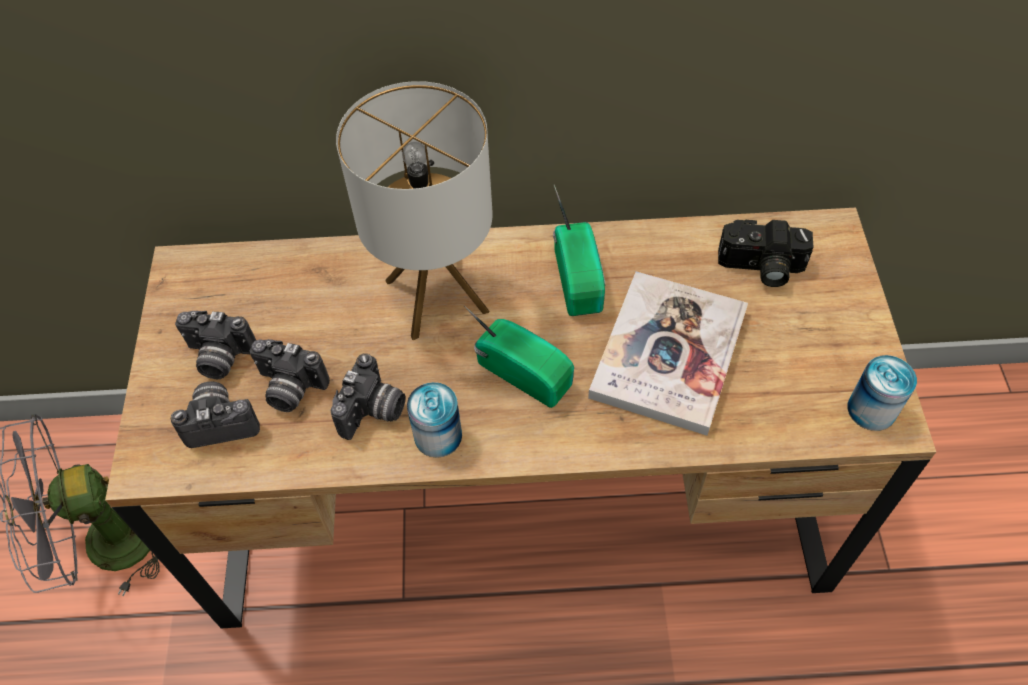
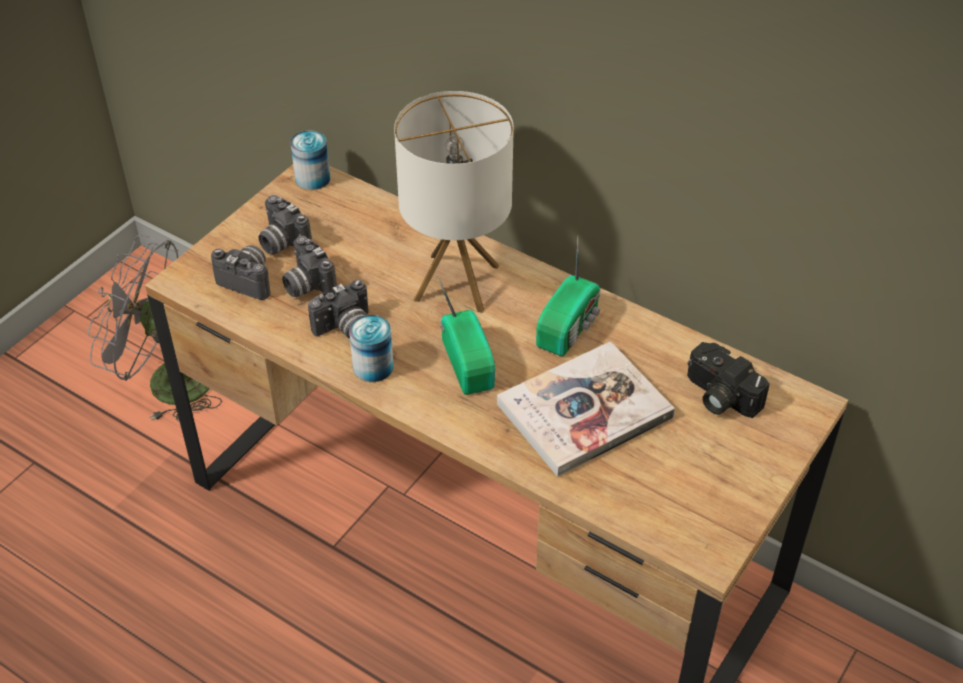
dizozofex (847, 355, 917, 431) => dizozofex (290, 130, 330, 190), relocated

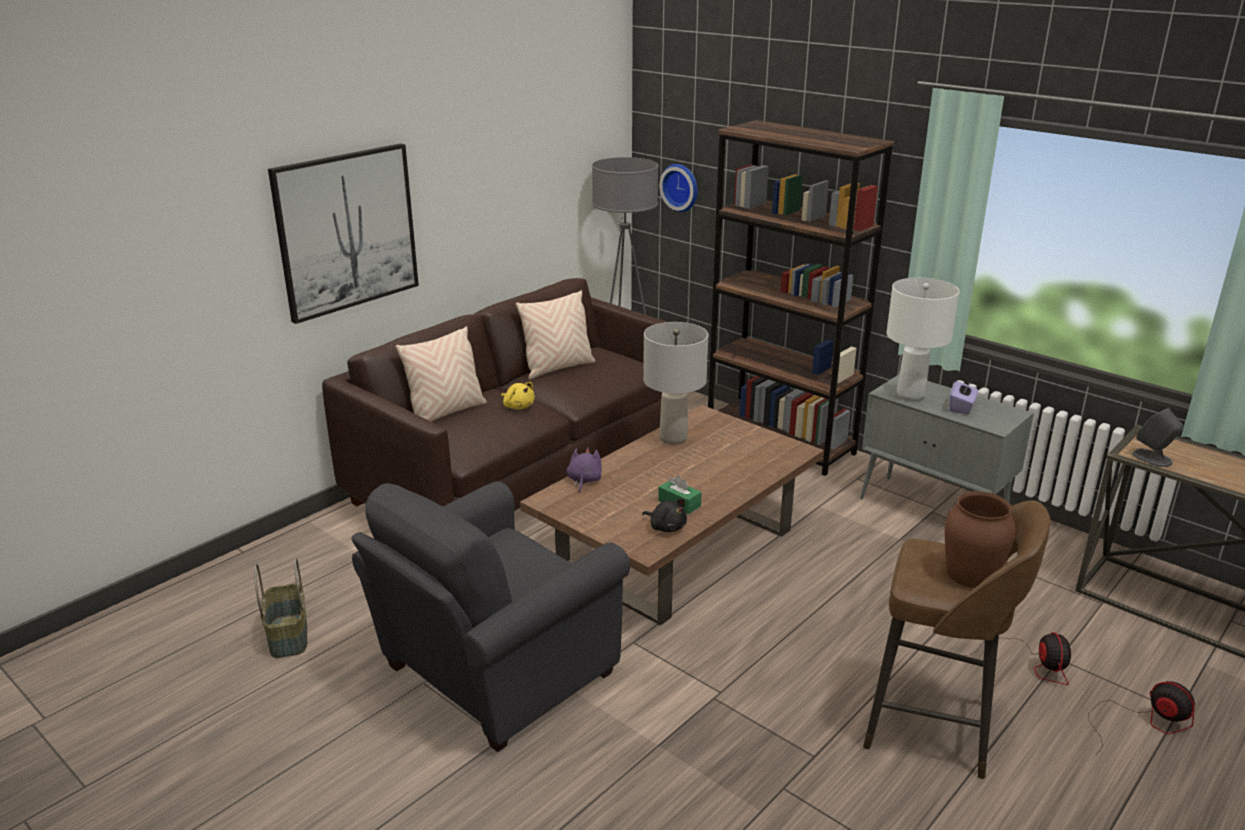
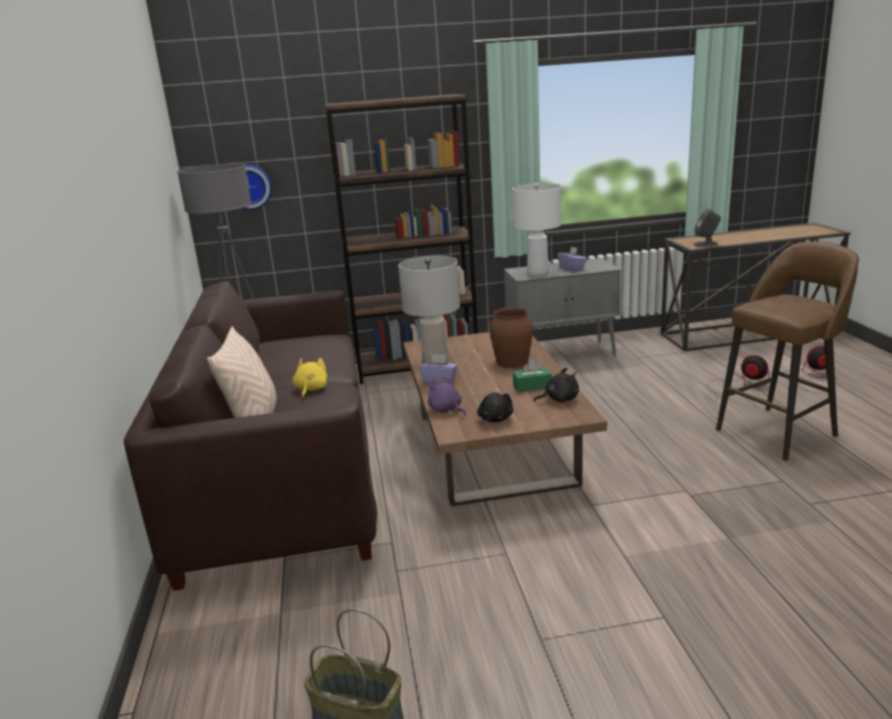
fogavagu (268, 143, 419, 324) => nothing
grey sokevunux (351, 481, 630, 752) => nothing
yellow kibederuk (501, 382, 535, 409) => yellow kibederuk (293, 357, 327, 398), 75 degrees counterclockwise
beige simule (516, 290, 595, 379) => nothing
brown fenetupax (945, 491, 1016, 588) => brown fenetupax (490, 307, 533, 368), relocated
nothing => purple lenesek (419, 354, 458, 384)
nothing => black kibederuk (477, 393, 513, 422)

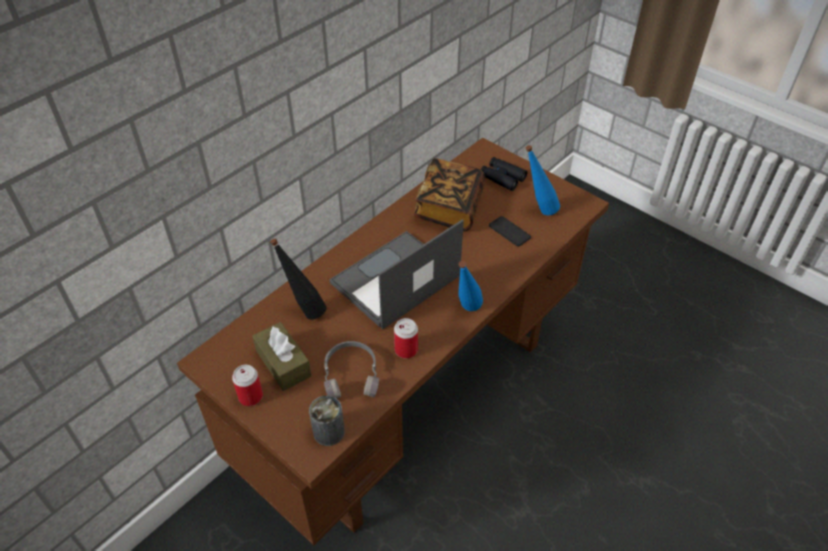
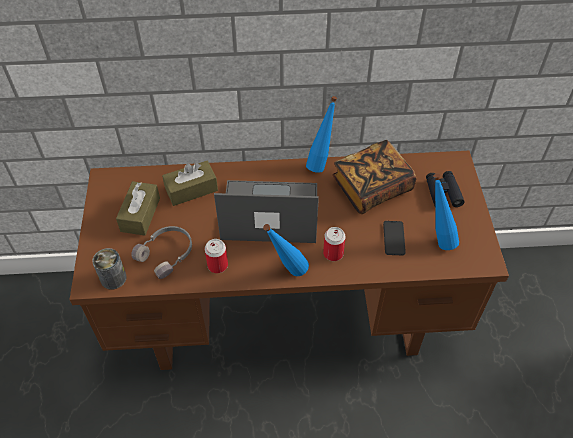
dizozofex (232, 365, 263, 406) => dizozofex (323, 227, 346, 261), relocated
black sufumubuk (270, 238, 327, 320) => brown lenesek (162, 161, 218, 206)
nothing => blue sufumubuk (306, 96, 337, 173)

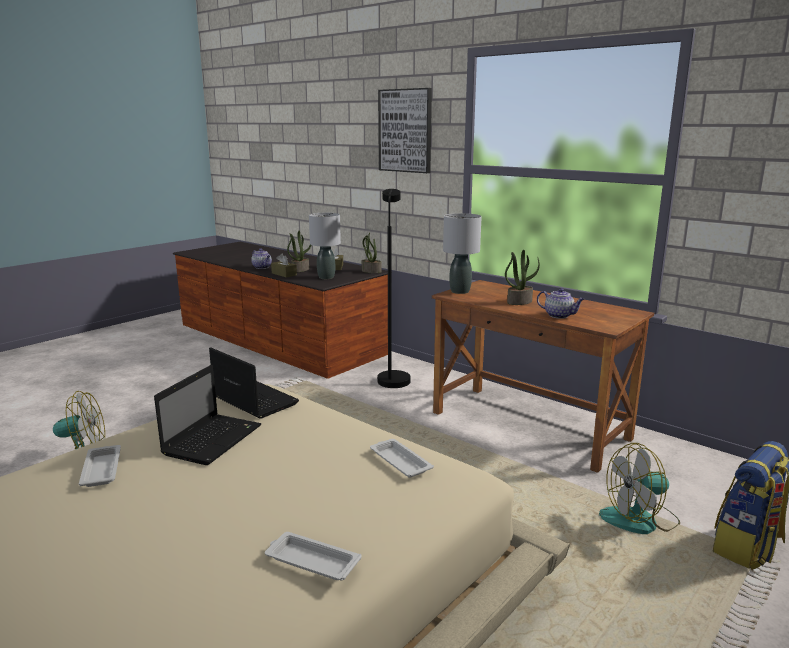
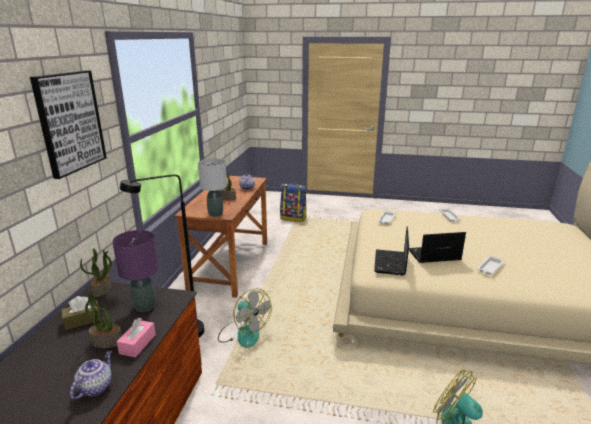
brown lenesek (271, 254, 297, 278) => pink lenesek (117, 318, 156, 358)
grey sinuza (309, 213, 341, 279) => purple sinuza (112, 230, 159, 312)
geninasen (599, 443, 680, 534) => geninasen (218, 288, 272, 348), relocated

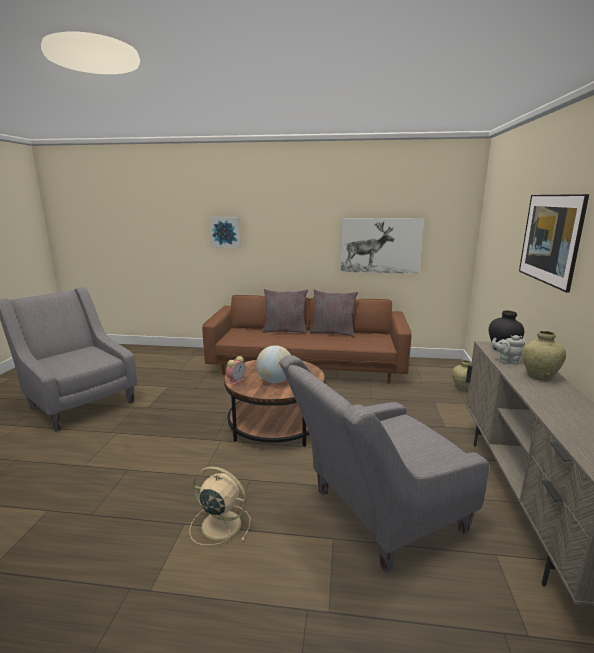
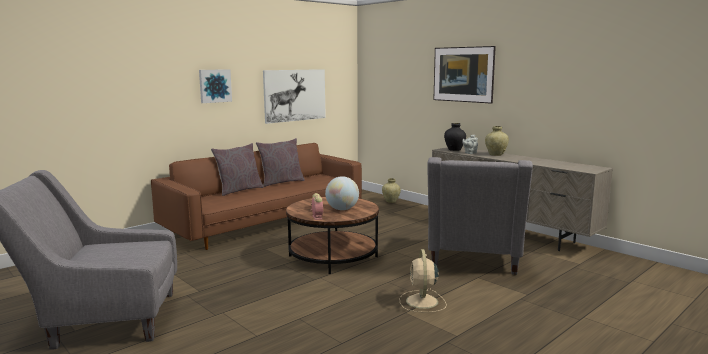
beige geninasen (190, 466, 251, 546) => beige geninasen (399, 249, 447, 313), 60 degrees counterclockwise
fogavagu (210, 217, 241, 248) => fogavagu (199, 69, 232, 103), relocated

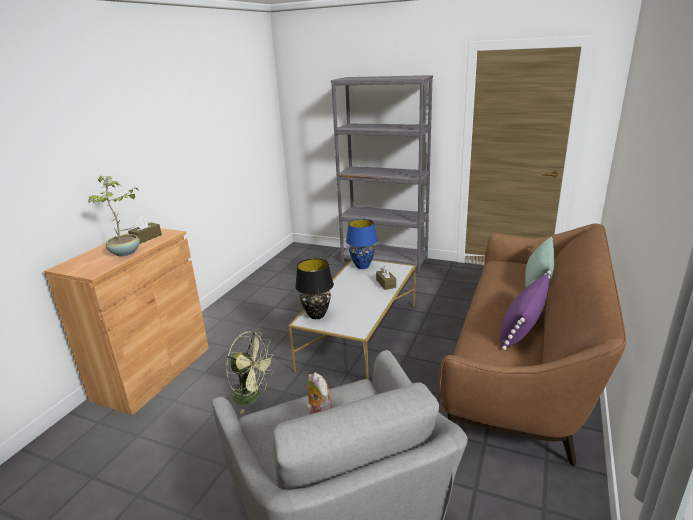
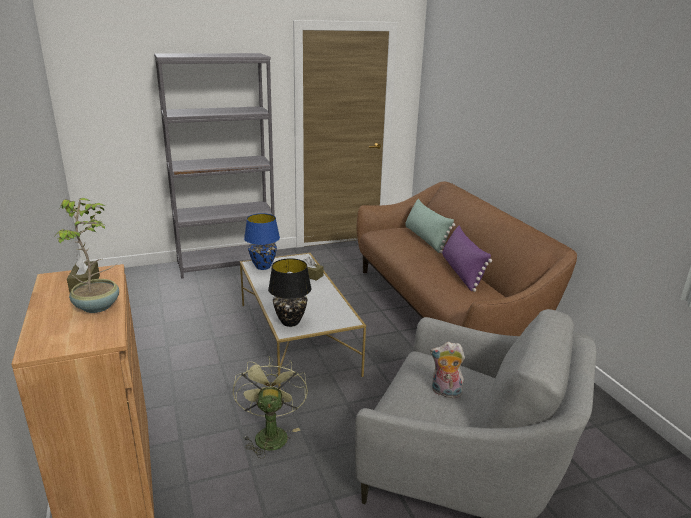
green geninasen (226, 331, 275, 414) => green geninasen (233, 357, 308, 458), 75 degrees counterclockwise

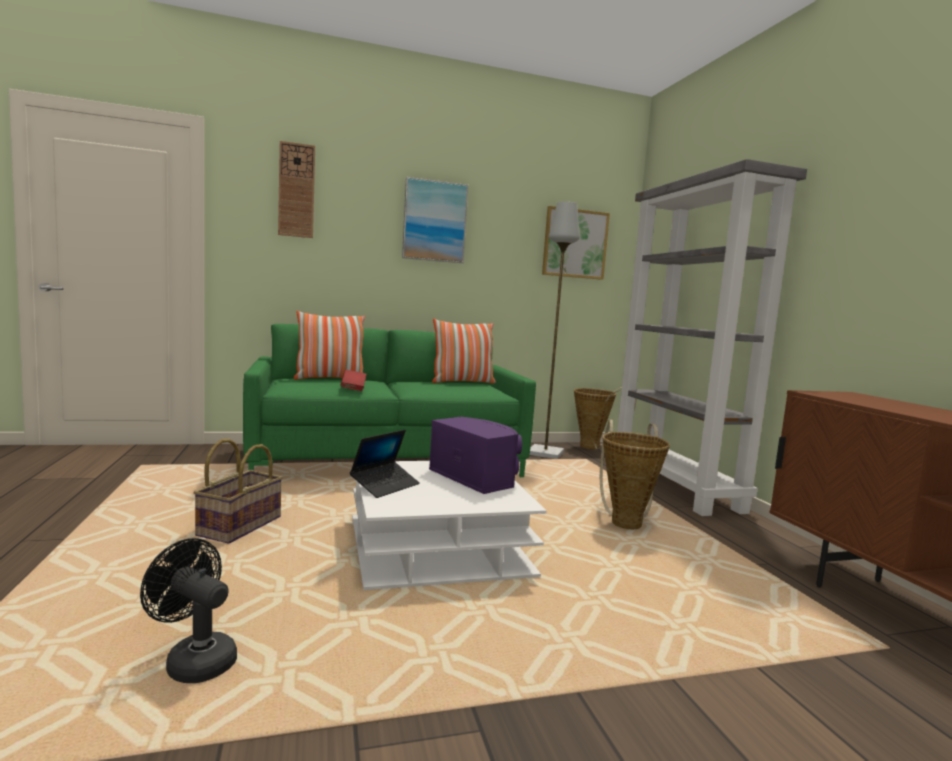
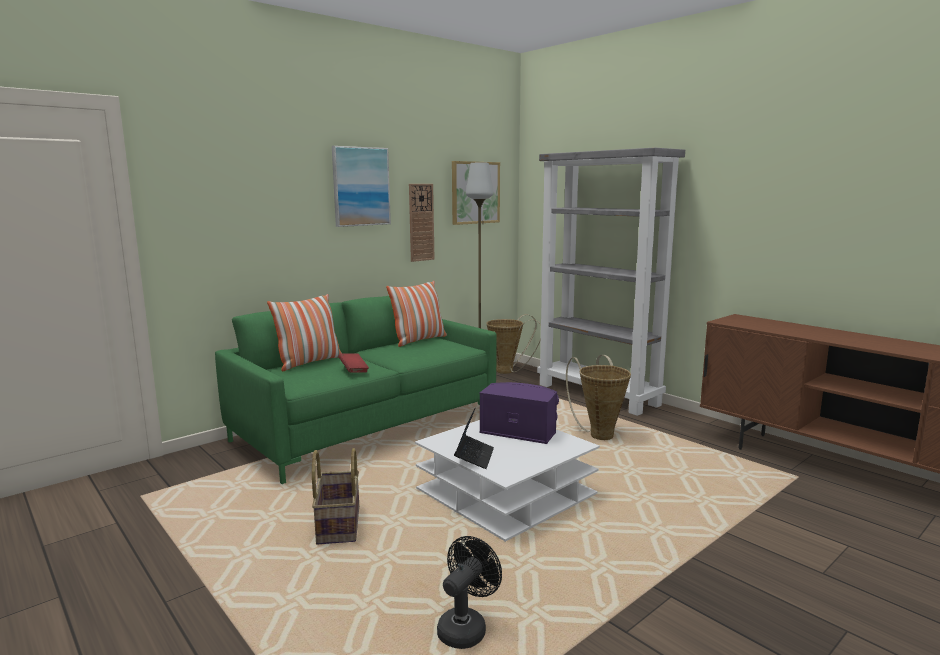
black geninasen (140, 538, 237, 683) => black geninasen (437, 536, 502, 649), 120 degrees clockwise
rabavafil (278, 141, 315, 238) => rabavafil (409, 184, 434, 262), relocated

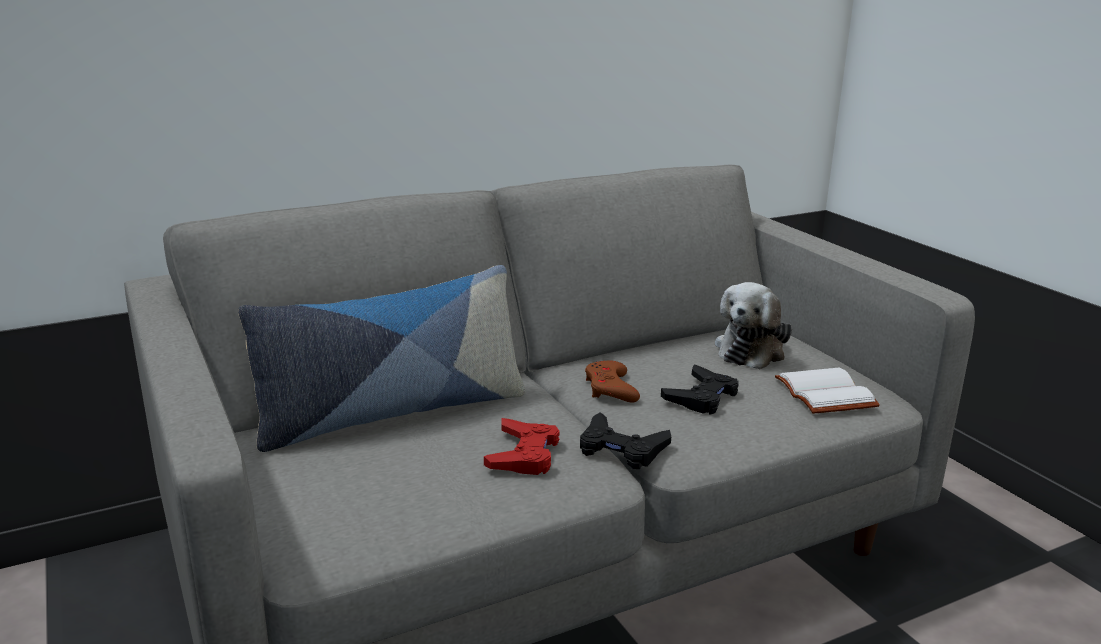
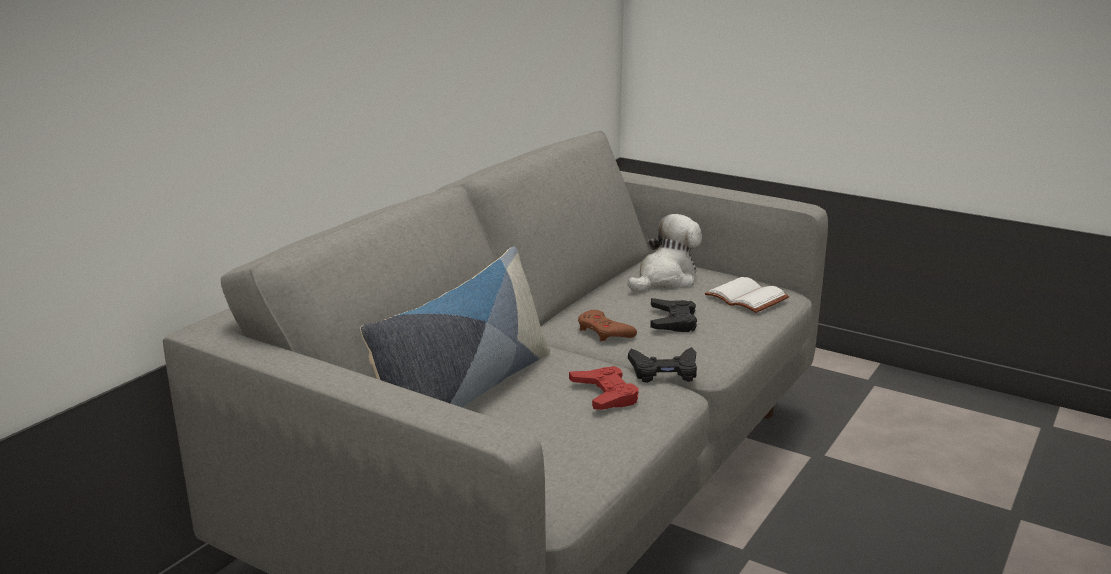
kibederuk (715, 282, 792, 369) => kibederuk (628, 214, 702, 291), 135 degrees counterclockwise

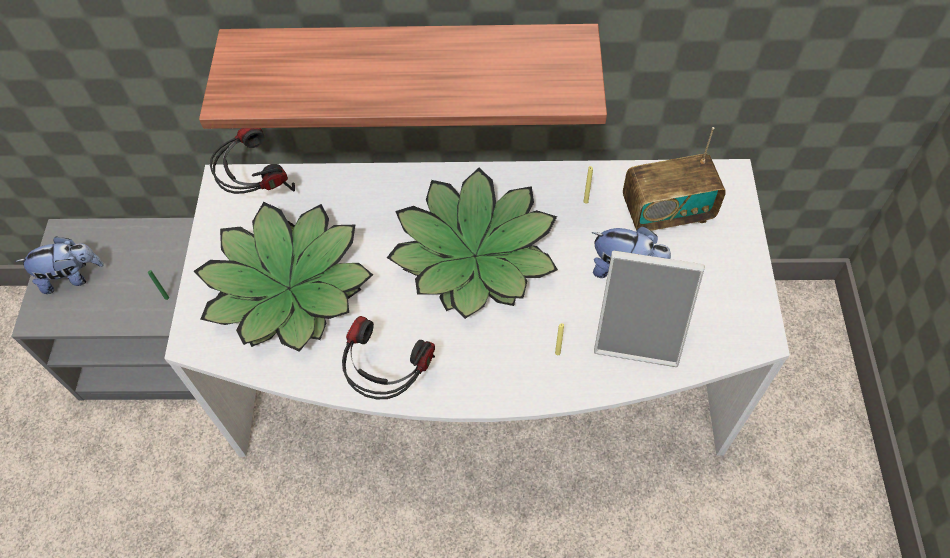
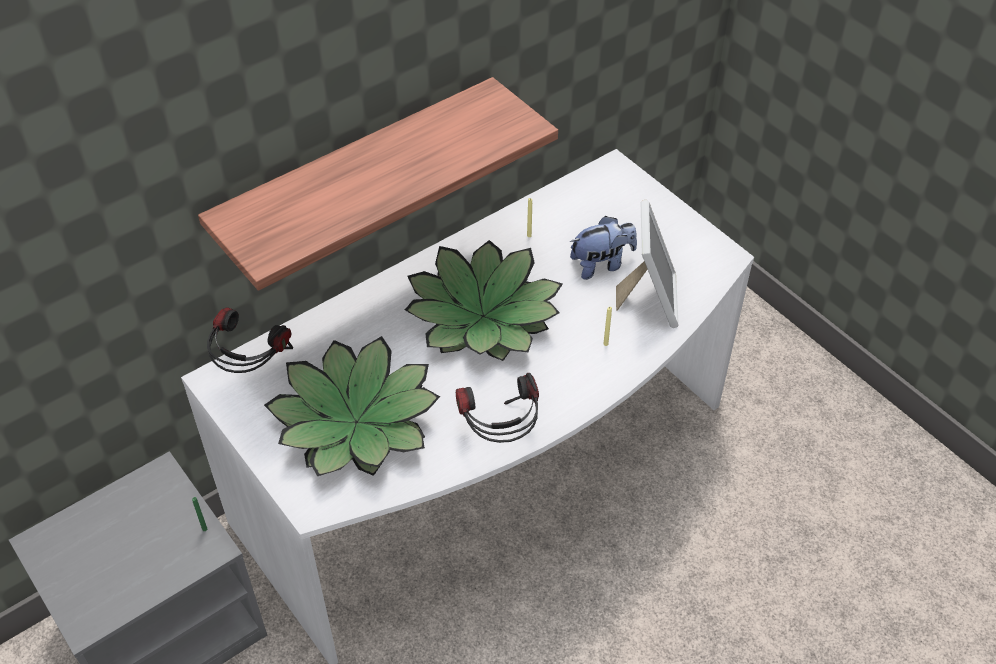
kibederuk (15, 236, 104, 294) => nothing
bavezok (594, 250, 705, 367) => bavezok (616, 200, 679, 328), 60 degrees counterclockwise
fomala (623, 127, 726, 231) => nothing

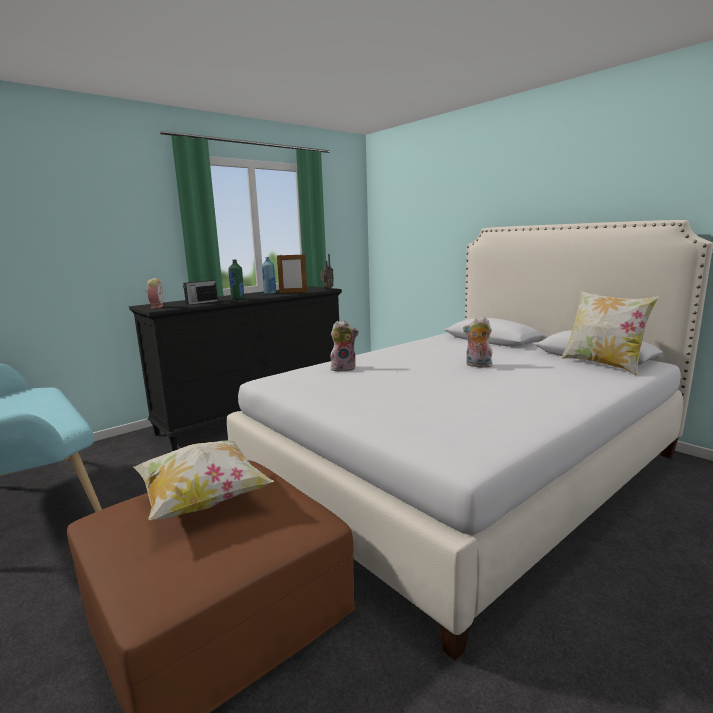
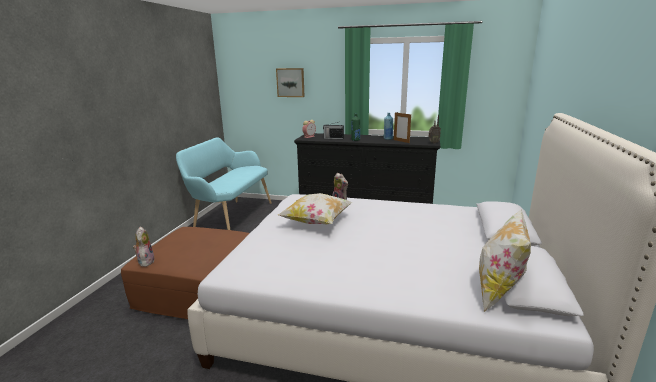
simule (133, 440, 274, 520) => simule (278, 193, 353, 224), relocated
kibederuk (463, 317, 492, 368) => kibederuk (133, 227, 154, 267), relocated
nothing => fogavagu (276, 68, 305, 97)

